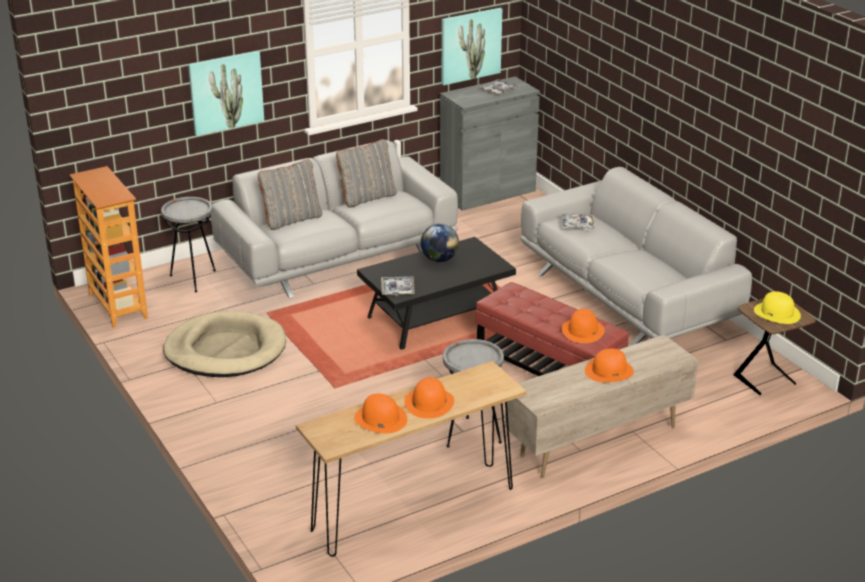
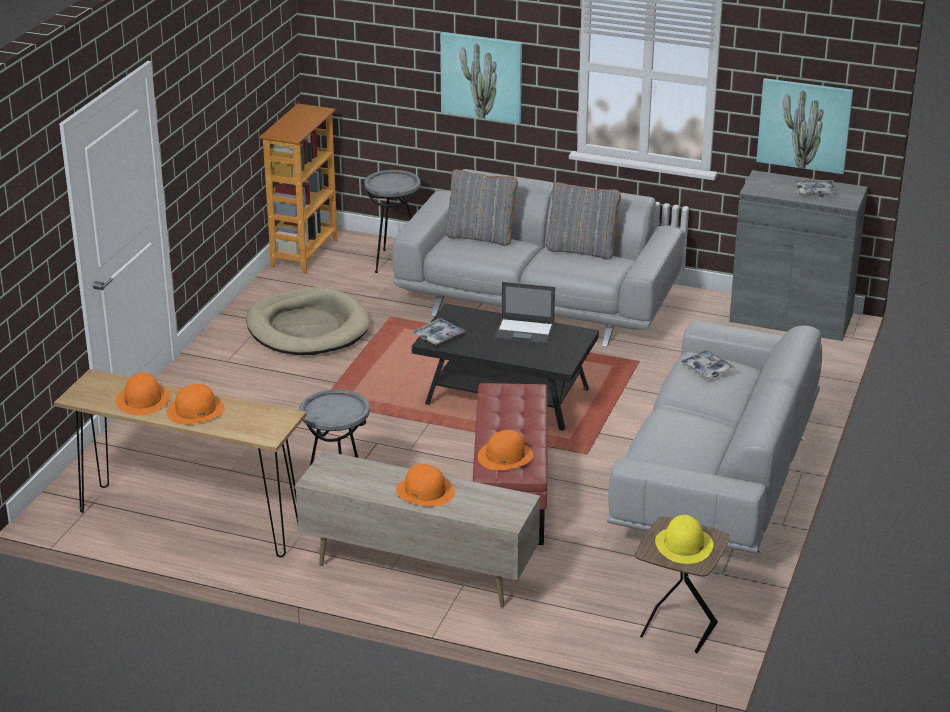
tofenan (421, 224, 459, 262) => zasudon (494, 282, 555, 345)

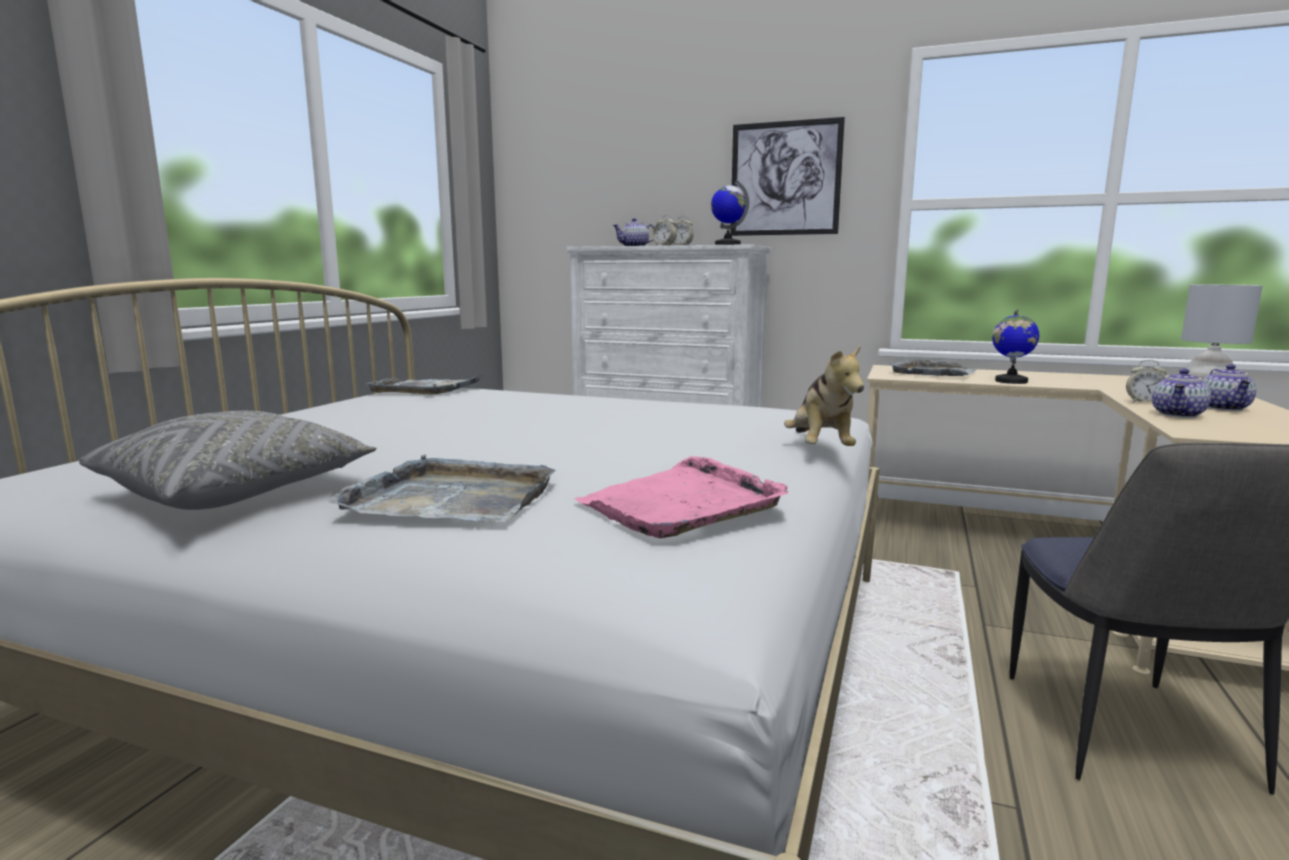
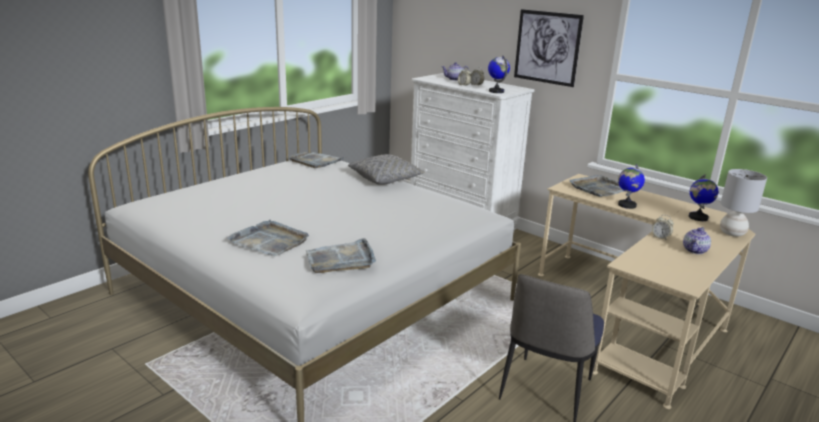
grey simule (79, 411, 376, 510) => grey simule (348, 154, 425, 185), relocated
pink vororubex (574, 456, 788, 538) => grey vororubex (306, 238, 376, 273)
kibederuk (784, 345, 864, 446) => nothing
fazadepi (1152, 369, 1211, 418) => nothing
nothing => tofenan (689, 174, 718, 221)

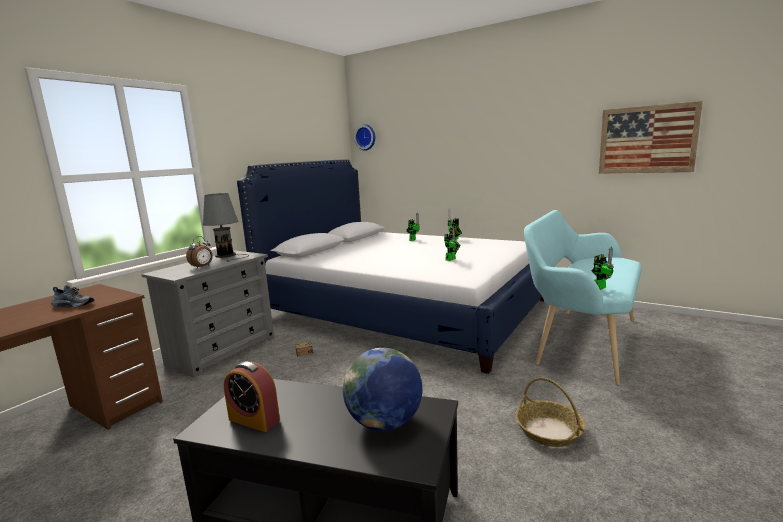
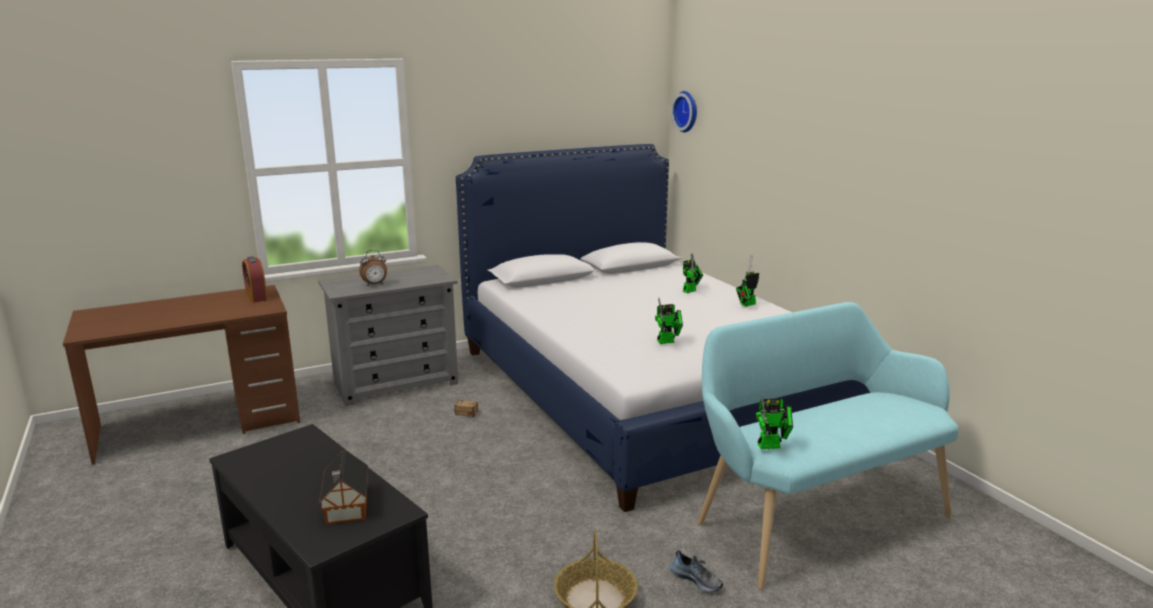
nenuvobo (51, 285, 94, 308) => nenuvobo (669, 550, 723, 593), relocated
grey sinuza (202, 193, 249, 262) => nothing
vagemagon (224, 362, 280, 432) => vagemagon (242, 256, 268, 303), relocated
tofenan (343, 348, 422, 431) => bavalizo (319, 450, 368, 524)
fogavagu (599, 101, 703, 174) => nothing

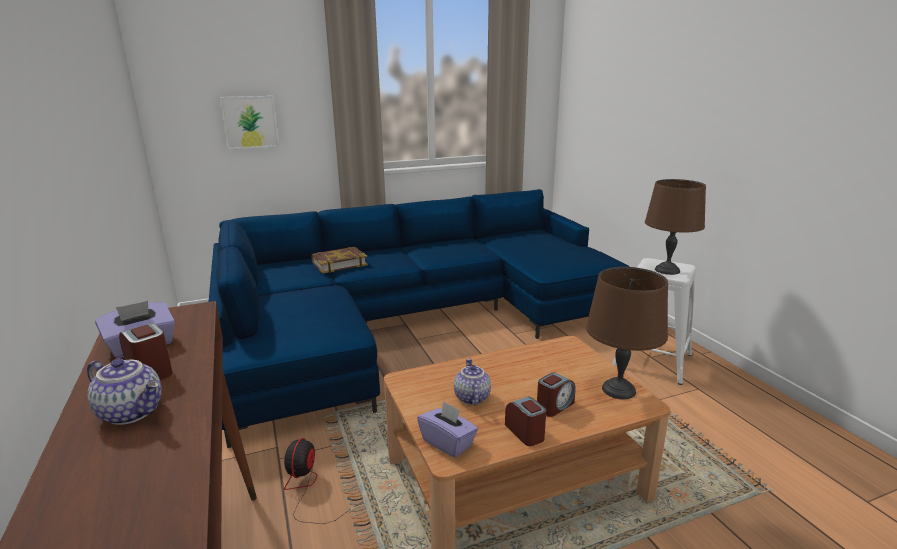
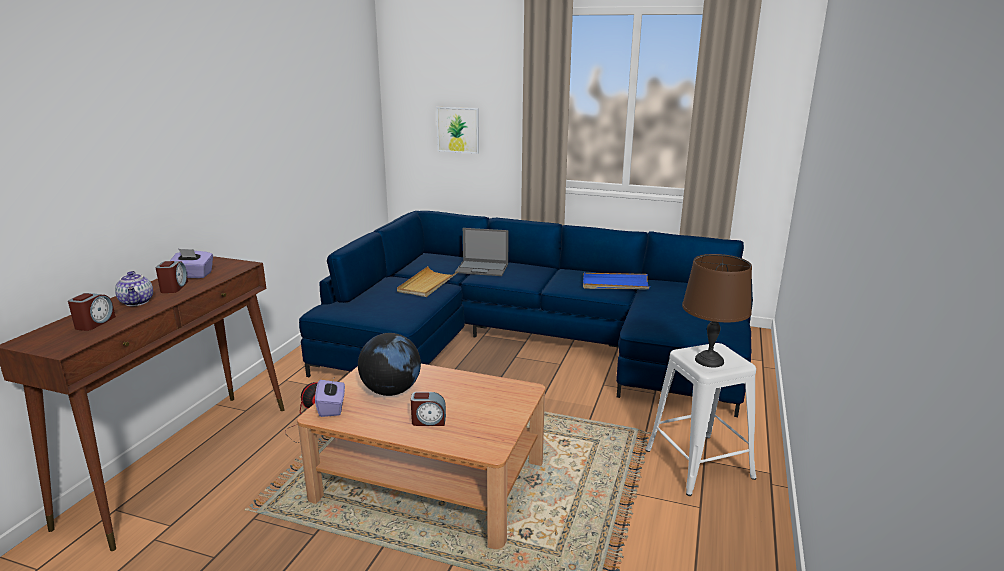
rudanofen (311, 247, 368, 274) => zasudon (455, 228, 509, 276)
fazadepi (454, 359, 491, 406) => tofenan (358, 333, 421, 396)
vagemagon (505, 397, 546, 446) => vagemagon (68, 293, 116, 331), relocated
brown sinuza (586, 267, 668, 399) => nothing
nothing => beige vororubex (397, 266, 459, 297)
nothing => blue vororubex (583, 273, 650, 289)

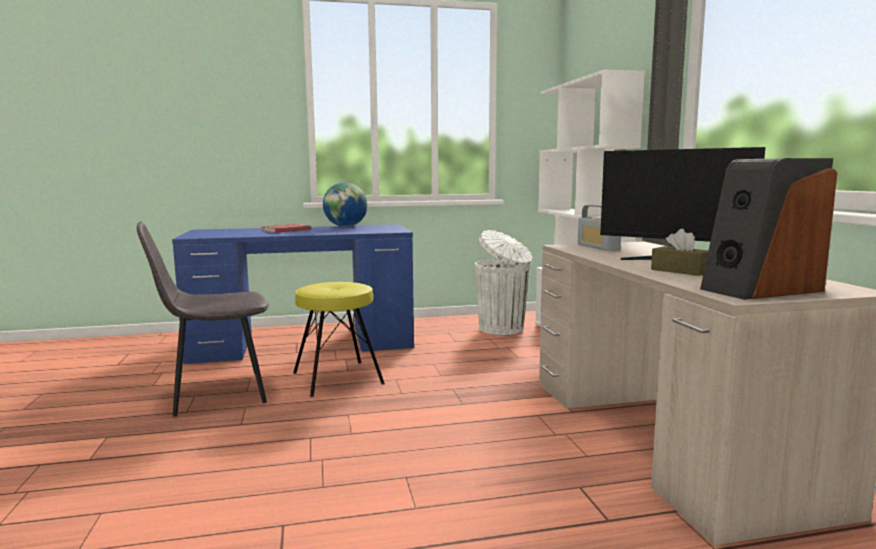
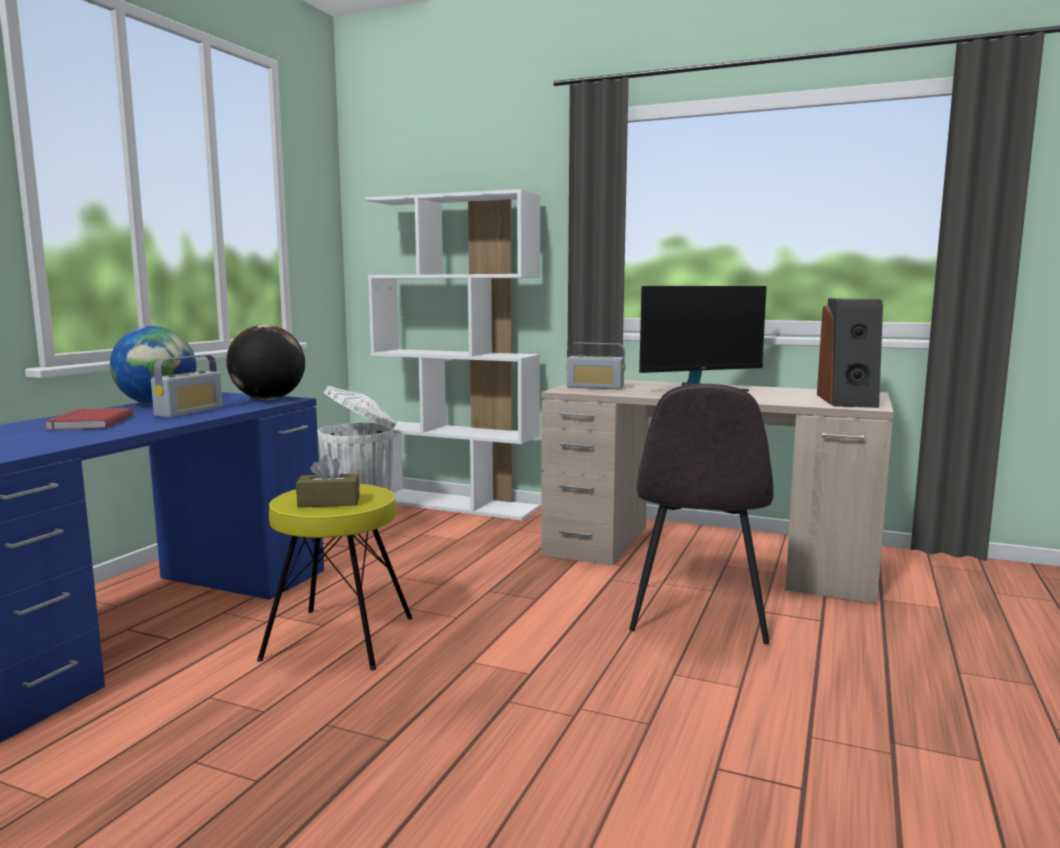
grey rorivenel (137, 221, 269, 416) => grey rorivenel (629, 384, 774, 644), relocated
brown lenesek (651, 229, 708, 276) => brown lenesek (296, 455, 360, 507), relocated
nothing => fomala (151, 355, 223, 418)
nothing => tofenan (226, 325, 305, 400)

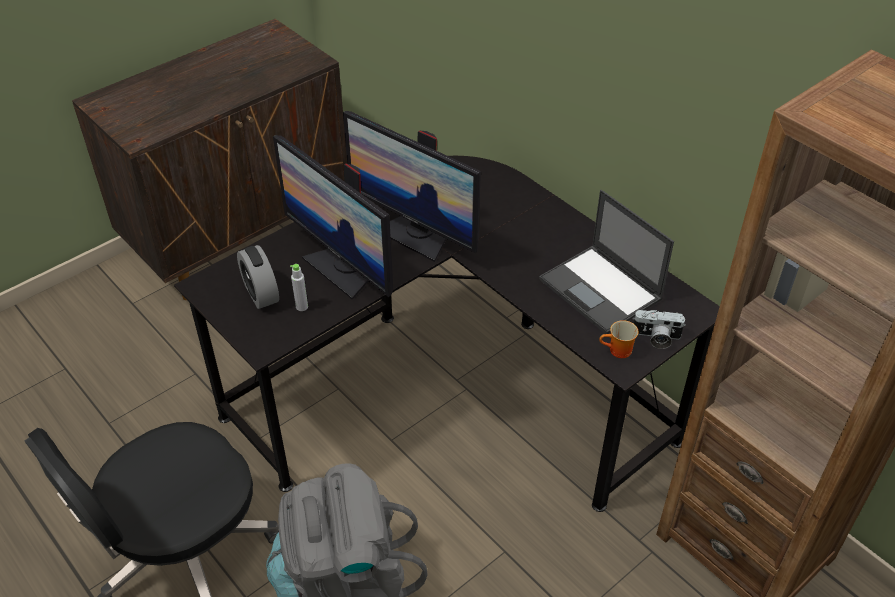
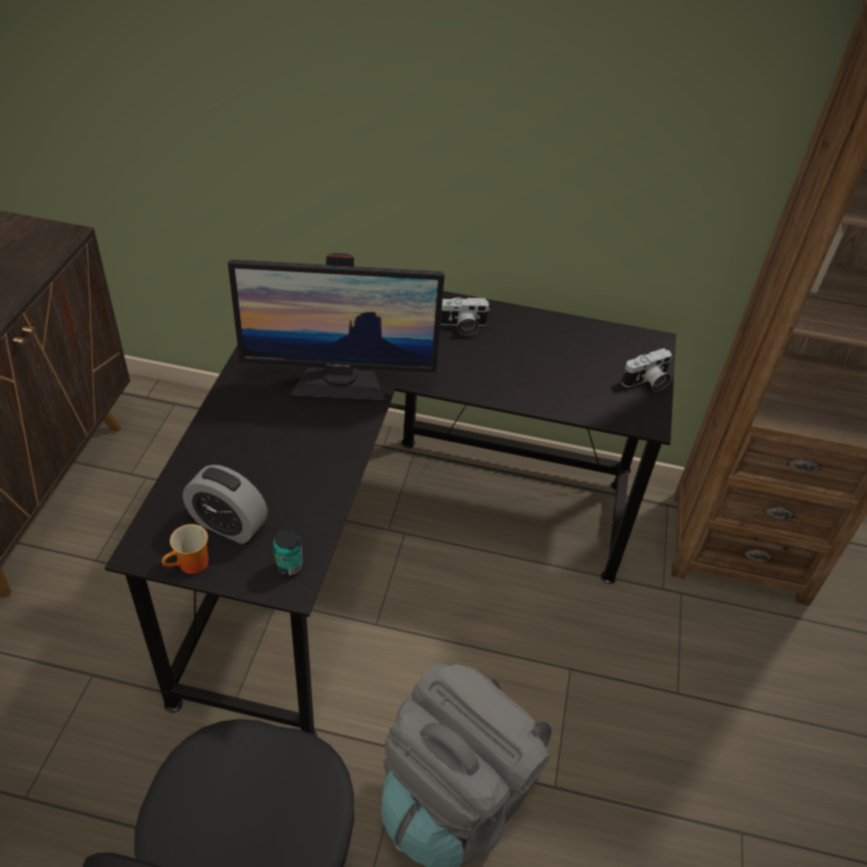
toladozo (273, 135, 393, 300) => nothing
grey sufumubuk (290, 264, 308, 311) => nothing
zasudon (539, 190, 674, 334) => nothing
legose (599, 320, 639, 358) => legose (162, 524, 209, 574), relocated
nothing => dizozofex (273, 529, 303, 577)
nothing => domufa (440, 297, 490, 336)

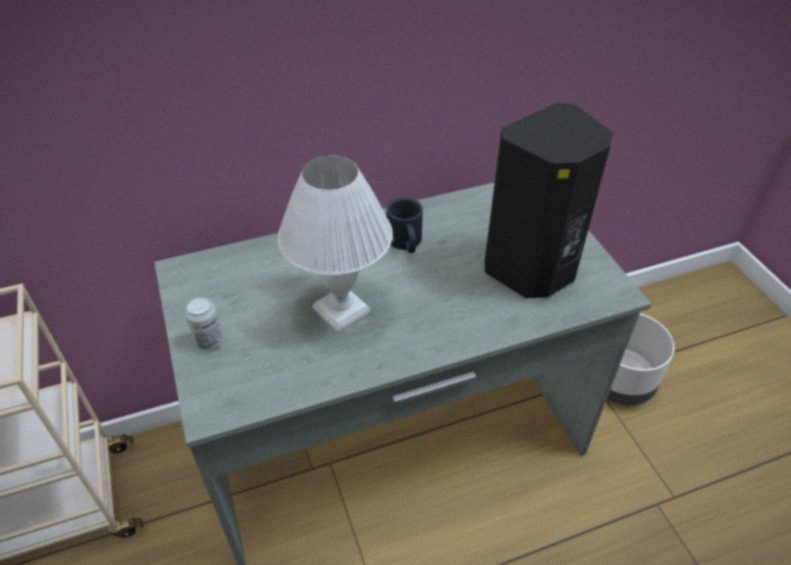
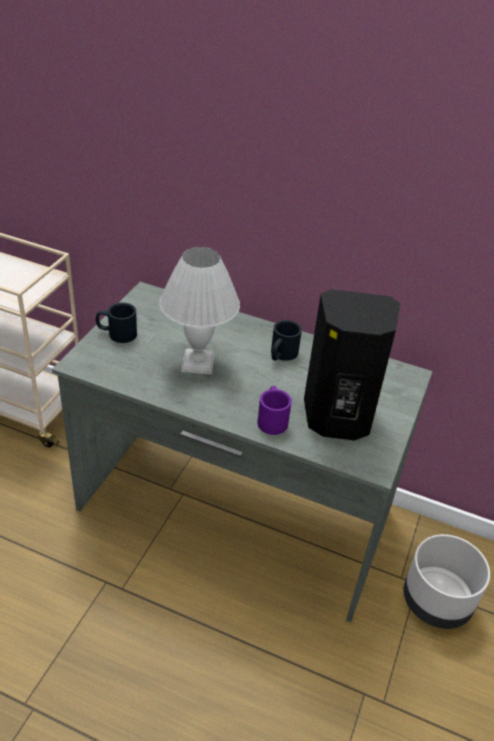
dizozofex (185, 297, 223, 350) => black legose (96, 303, 137, 343)
nothing => purple legose (257, 386, 292, 435)

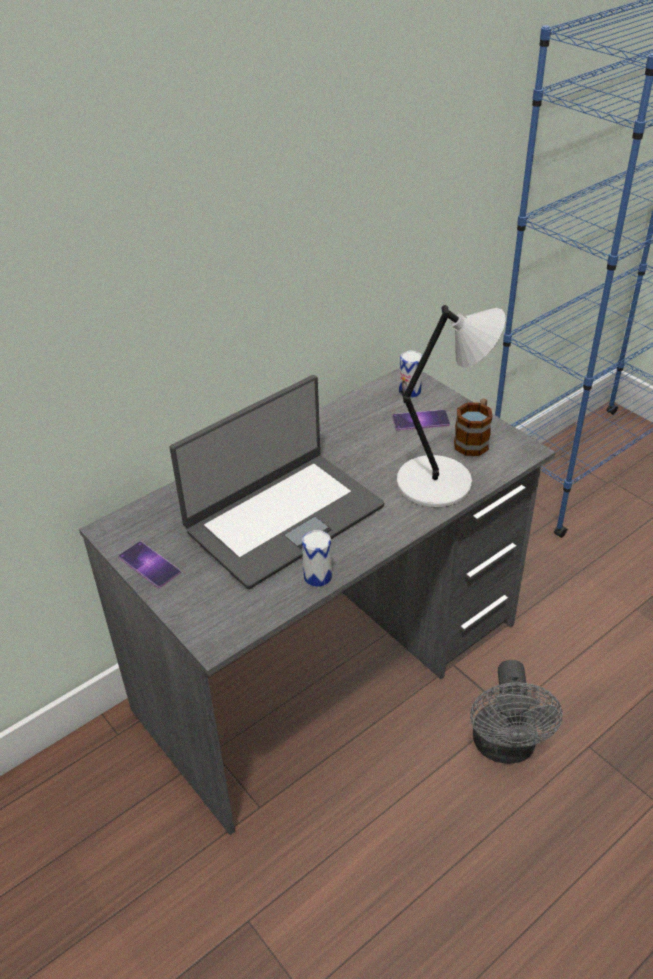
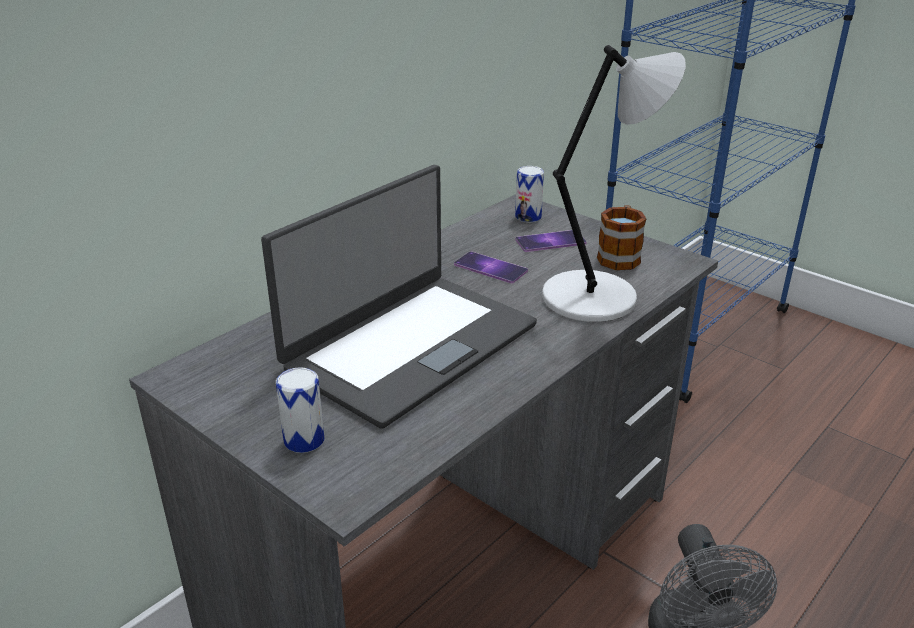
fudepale (118, 541, 181, 588) => fudepale (454, 252, 528, 283), relocated
dizozofex (302, 530, 332, 587) => dizozofex (276, 367, 325, 453), relocated

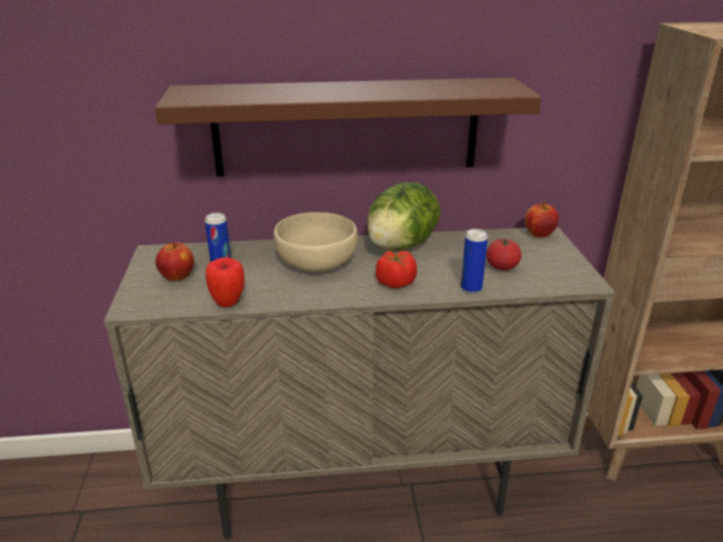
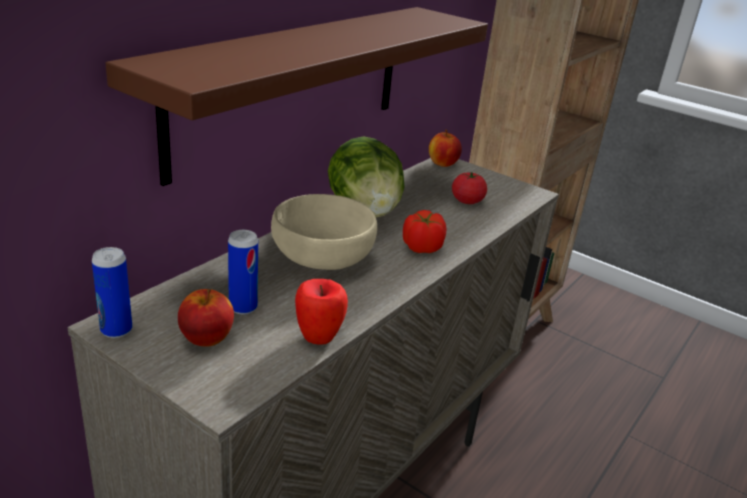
dizozofex (461, 229, 488, 293) => dizozofex (92, 247, 132, 338), relocated

